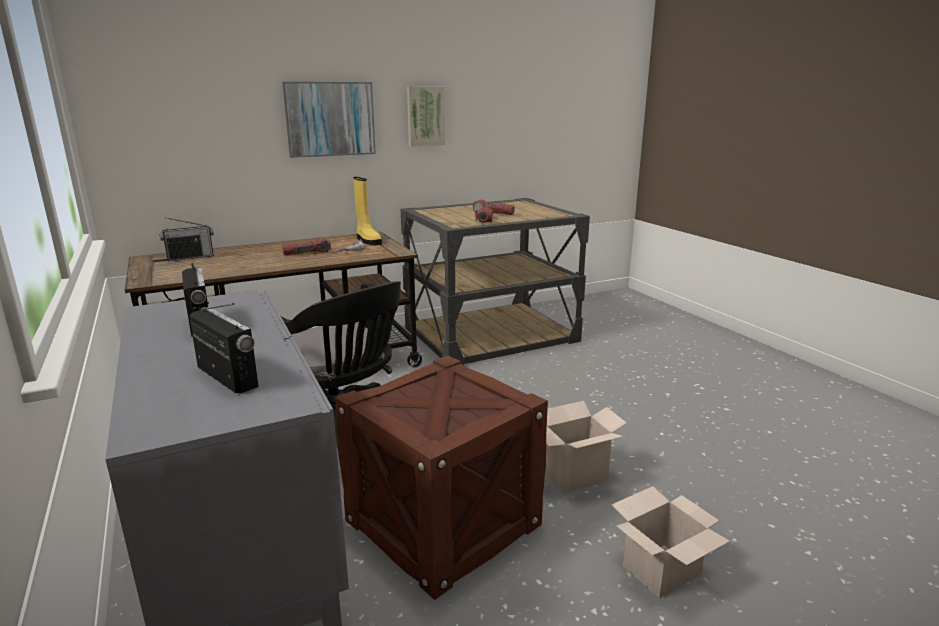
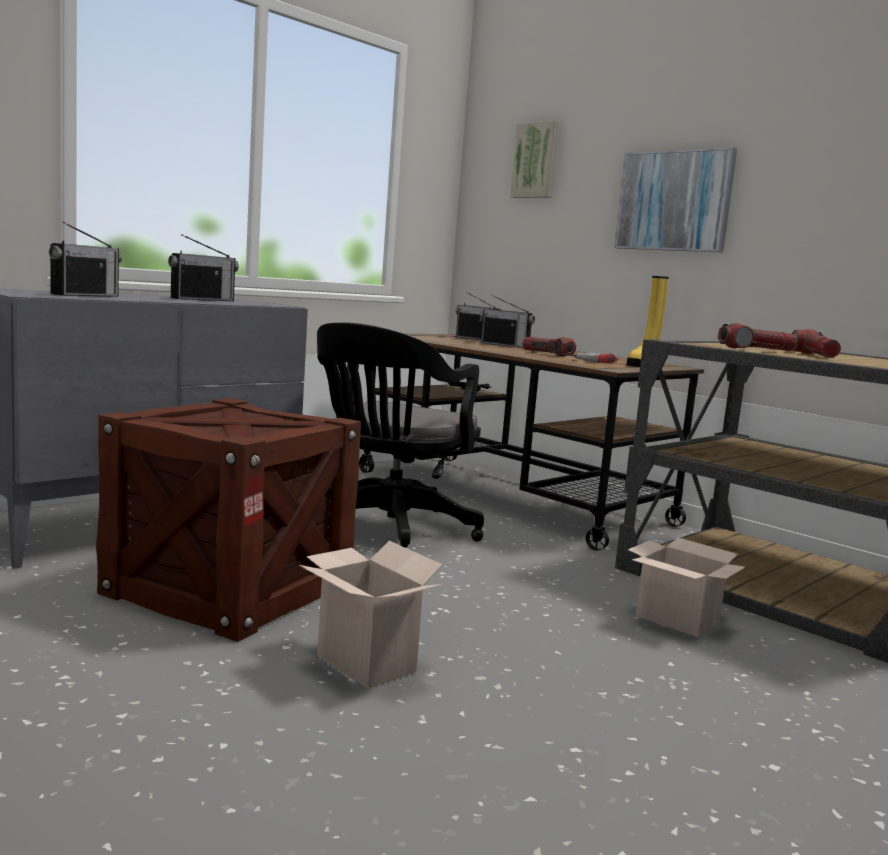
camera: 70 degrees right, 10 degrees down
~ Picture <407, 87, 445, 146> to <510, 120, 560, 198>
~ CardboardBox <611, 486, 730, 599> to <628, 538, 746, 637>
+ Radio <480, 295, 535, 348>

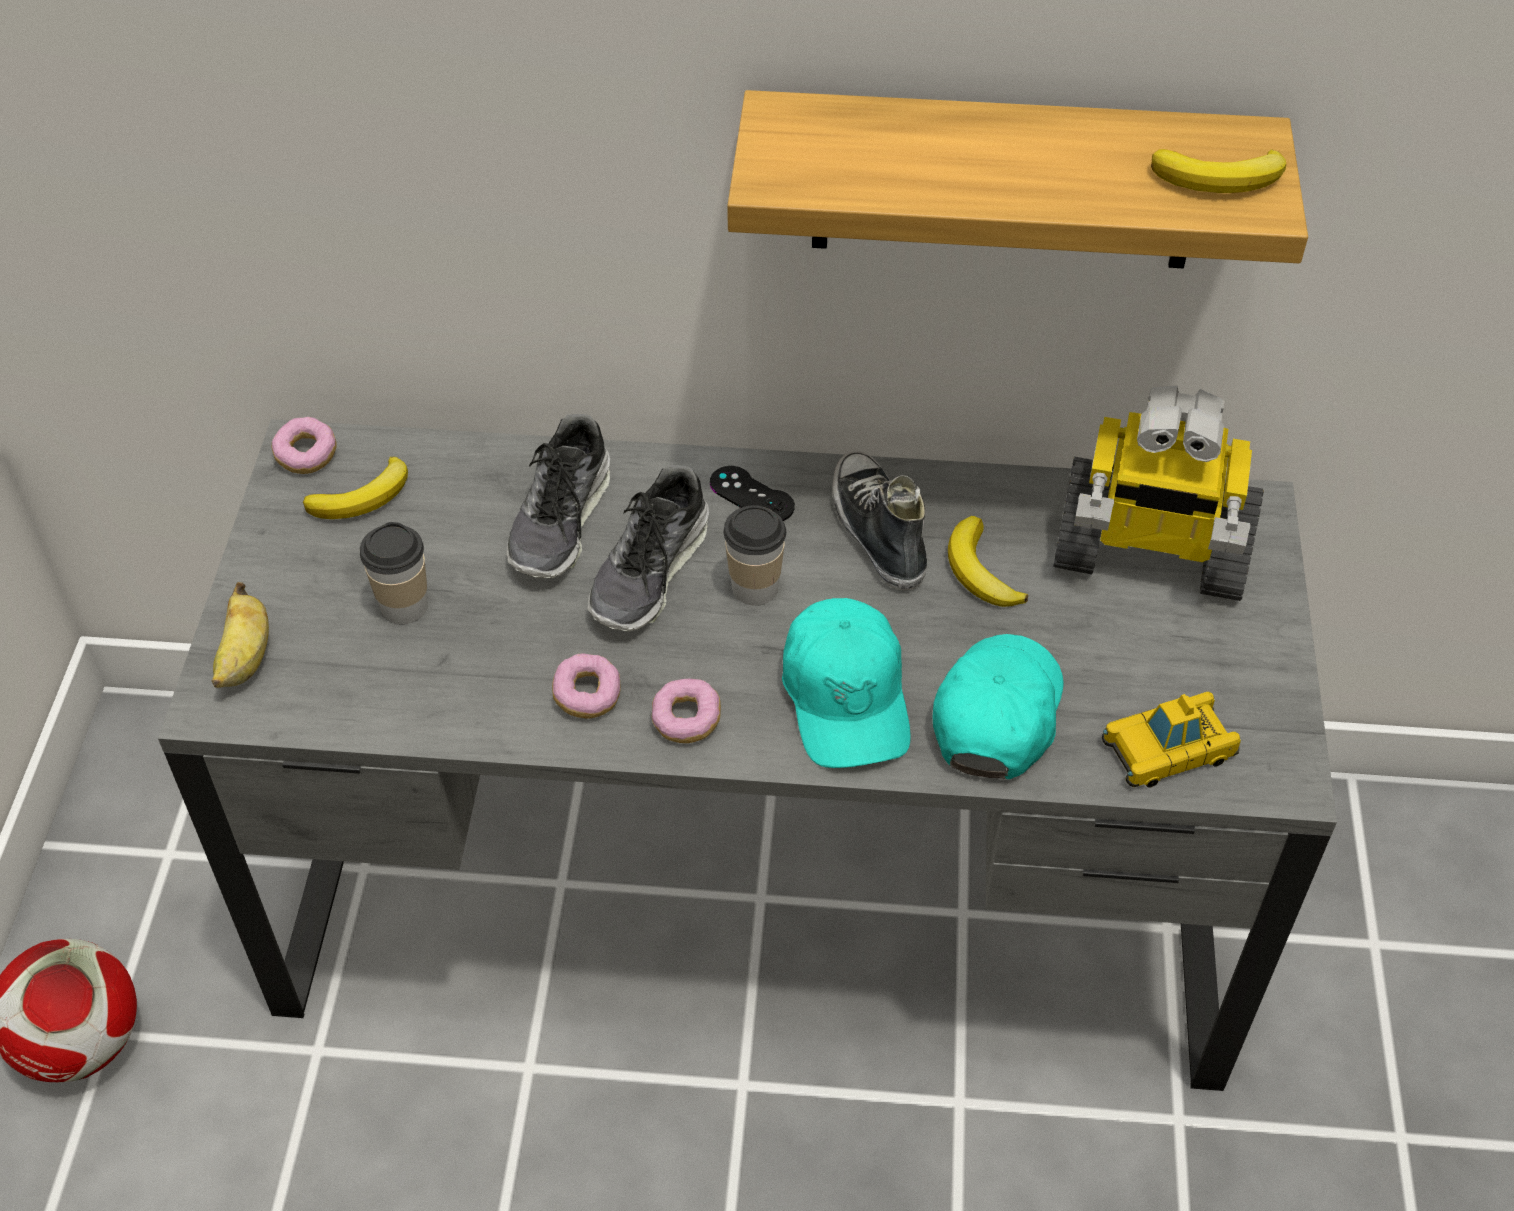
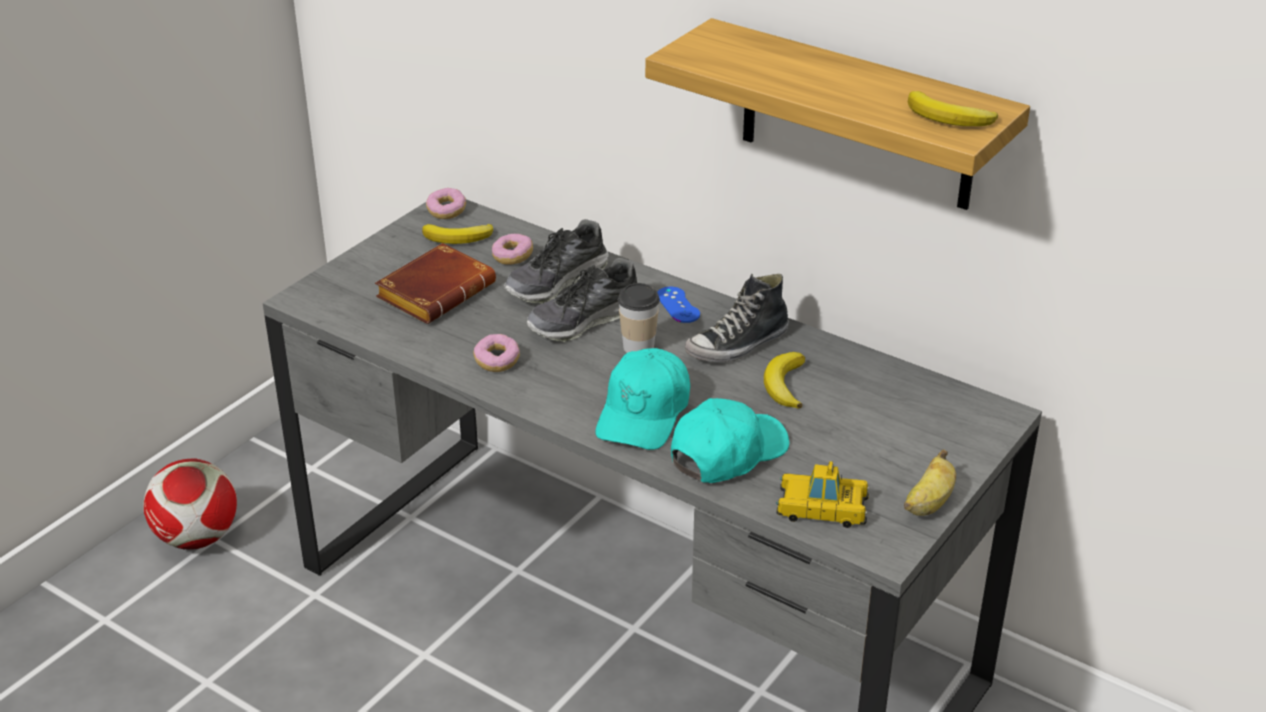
camera: 30 degrees right, 15 degrees down
~ Banana <212, 582, 269, 688> to <904, 449, 956, 516>
~ Cup <360, 522, 428, 624> to BrownBook <375, 243, 496, 324>
~ Donut <652, 679, 721, 743> to <492, 234, 533, 265>
~ BlackGameController <710, 466, 795, 521> to BlueGameController <657, 287, 700, 323>
~ Shoe <832, 451, 927, 590> = <685, 274, 789, 362> 135 degrees counterclockwise
- ToyRobot <1053, 386, 1264, 601>

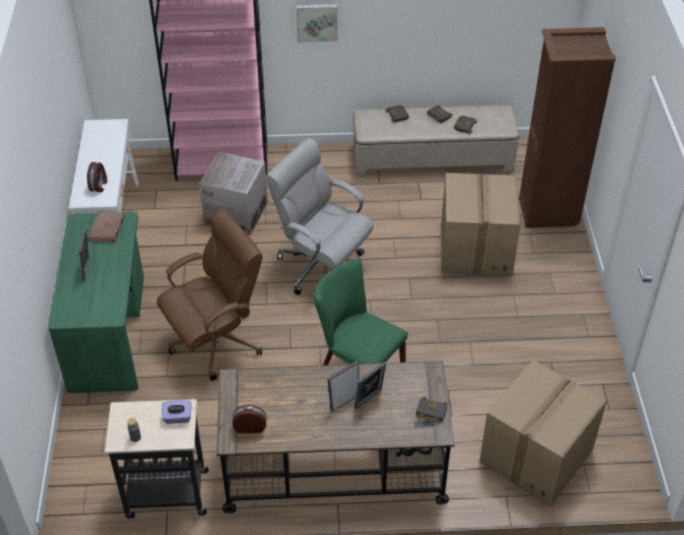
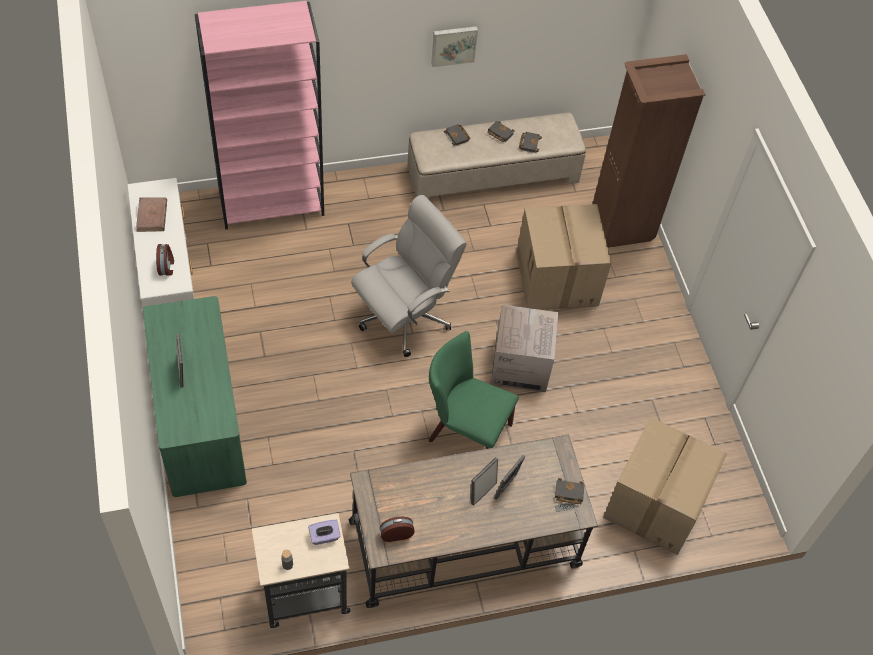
camera: 15 degrees left, 10 degrees up
~ BrownBook <88, 211, 125, 243> to <136, 197, 167, 232>
- BrownOfficeChair <157, 210, 263, 380>
~ CardboardBox <199, 152, 268, 235> to <491, 305, 558, 392>
~ GreyOfficeChair <266, 138, 374, 295> = <351, 195, 467, 357> 120 degrees clockwise
~ Picture <296, 4, 338, 43> to <431, 26, 478, 67>

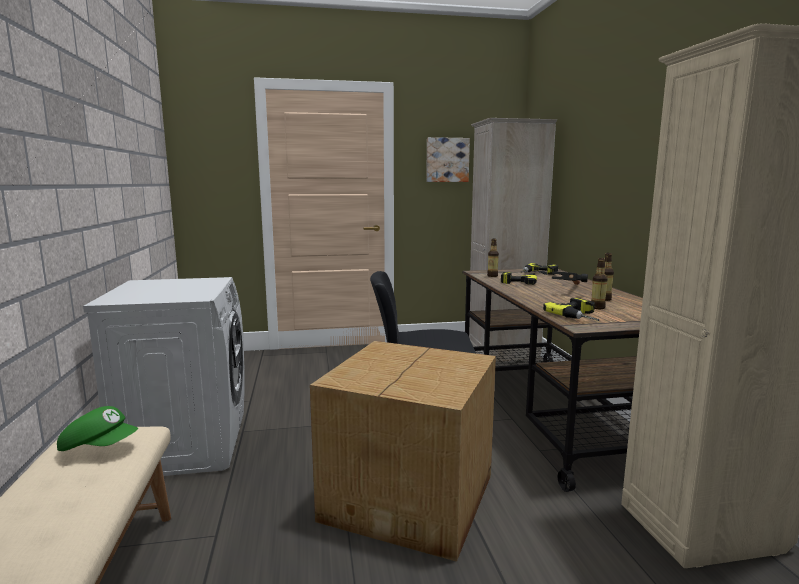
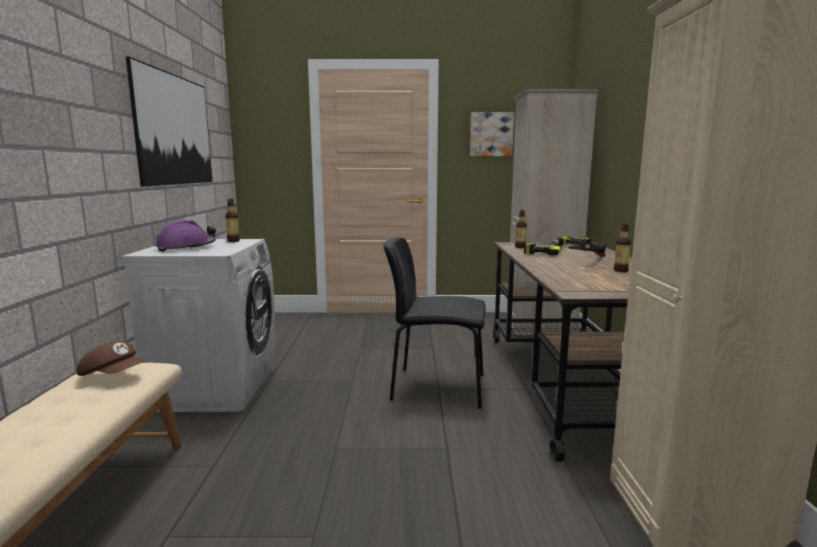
camera: 10 degrees right, 0 degrees up
~ GreenCap <57, 406, 138, 451> to BrownCap <77, 340, 144, 376>
- CardboardBox <310, 341, 496, 562>
- PowerDrill <543, 298, 599, 321>
~ Bottle <591, 258, 608, 309> to <225, 198, 240, 242>
+ Picture <126, 56, 213, 187>
+ PurpleHardHat <156, 220, 216, 252>

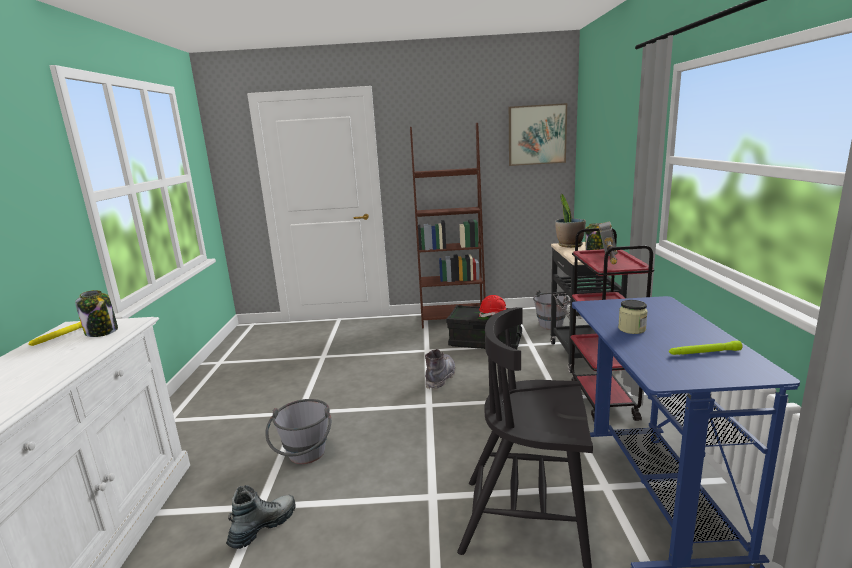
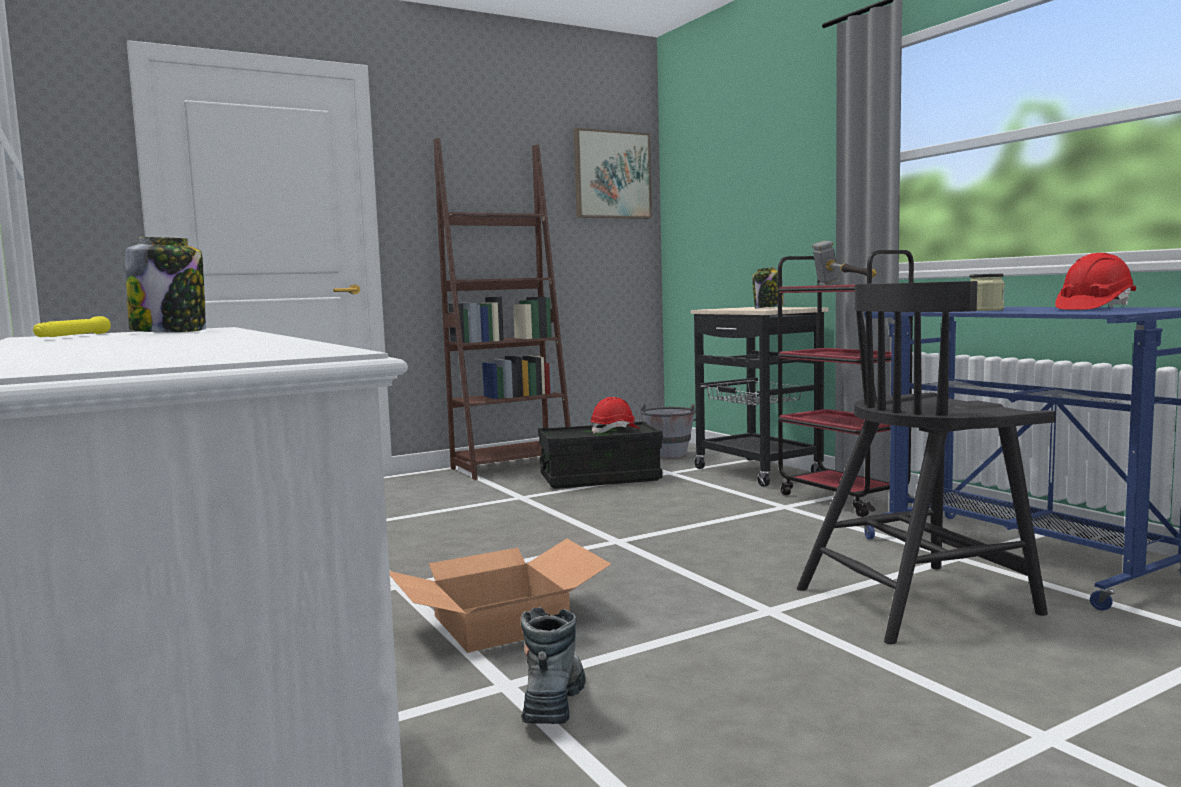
camera: 30 degrees left, 10 degrees down
~ GreyBucket <265, 399, 331, 464> to CardboardBox <389, 539, 611, 653>
- GreyBoot <425, 349, 455, 390>
- PottedPlant <555, 194, 586, 248>
~ GreenFlashlight <669, 341, 743, 355> to RedHardHat <1055, 253, 1136, 310>

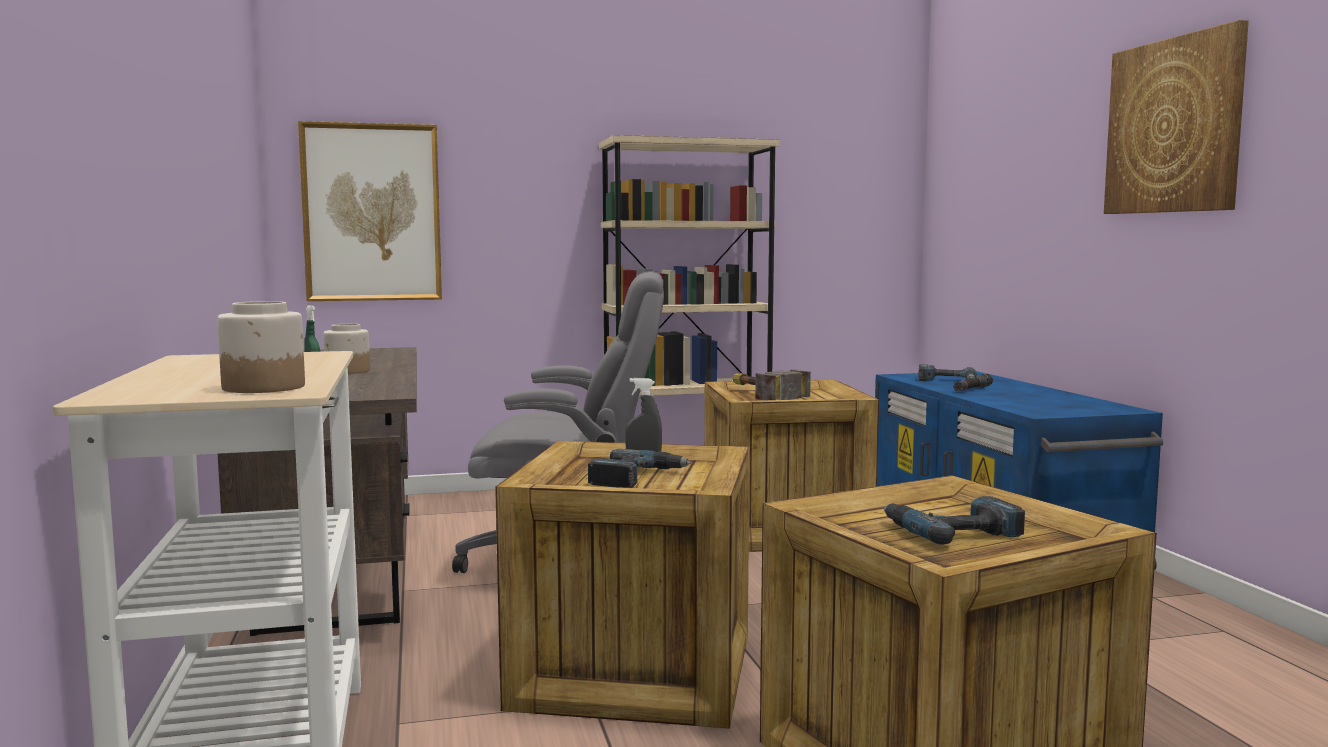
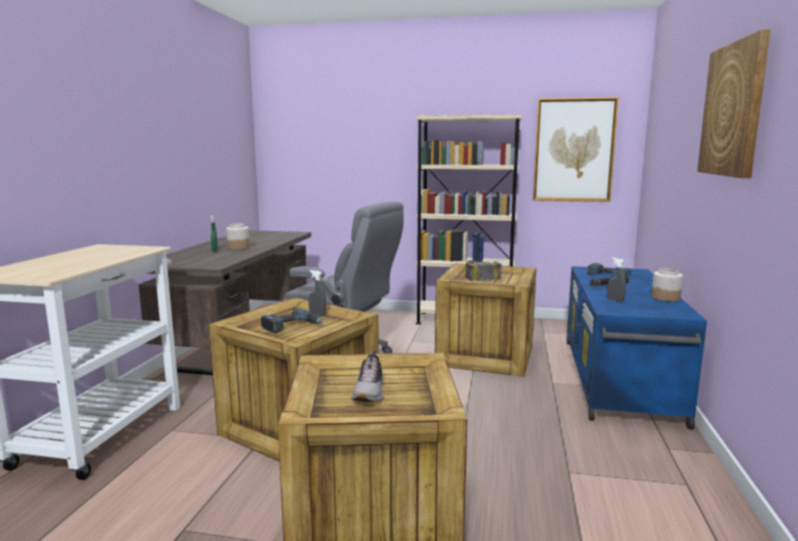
camera: 25 degrees right, 5 degrees up
~ Jar <217, 301, 305, 393> to <651, 268, 683, 302>
~ Picture <298, 121, 442, 301> to <533, 97, 619, 202>
~ PowerDrill <884, 496, 1025, 545> to Shoe <351, 350, 383, 402>
+ GreySprayBottle <607, 257, 626, 302>

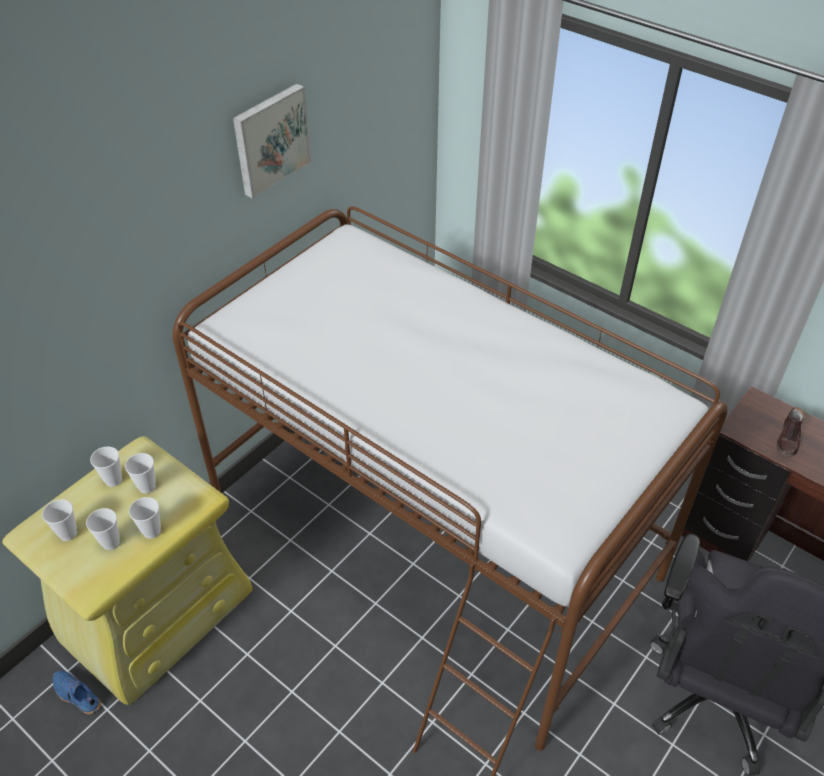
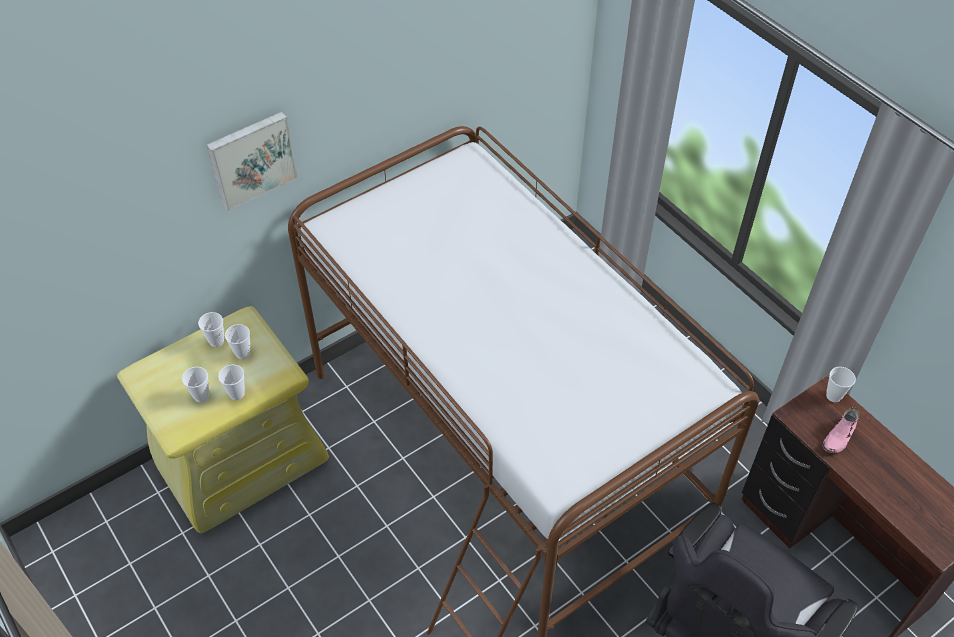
camera: 15 degrees right, 5 degrees up
~ Cup <42, 499, 77, 541> to <826, 367, 856, 402>
- BlueShoe <53, 670, 101, 714>
~ Picture <233, 84, 311, 199> to <206, 112, 298, 211>
~ BrownShoe <777, 407, 805, 457> to PinkShoe <822, 407, 860, 453>

